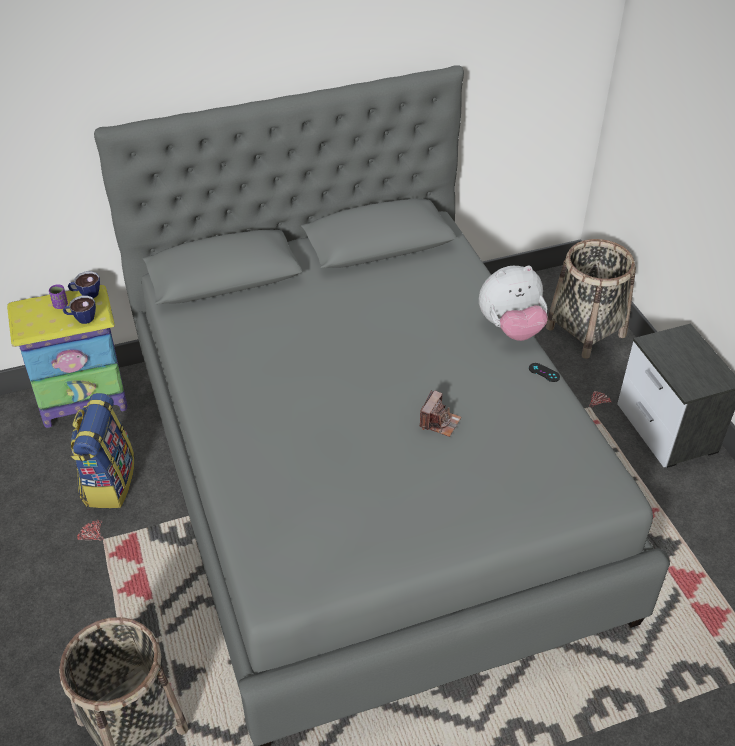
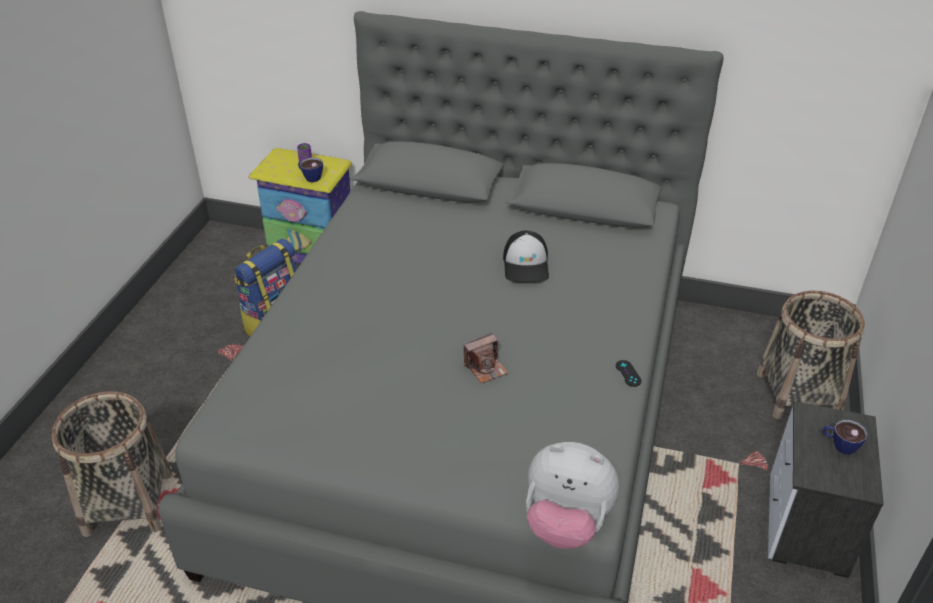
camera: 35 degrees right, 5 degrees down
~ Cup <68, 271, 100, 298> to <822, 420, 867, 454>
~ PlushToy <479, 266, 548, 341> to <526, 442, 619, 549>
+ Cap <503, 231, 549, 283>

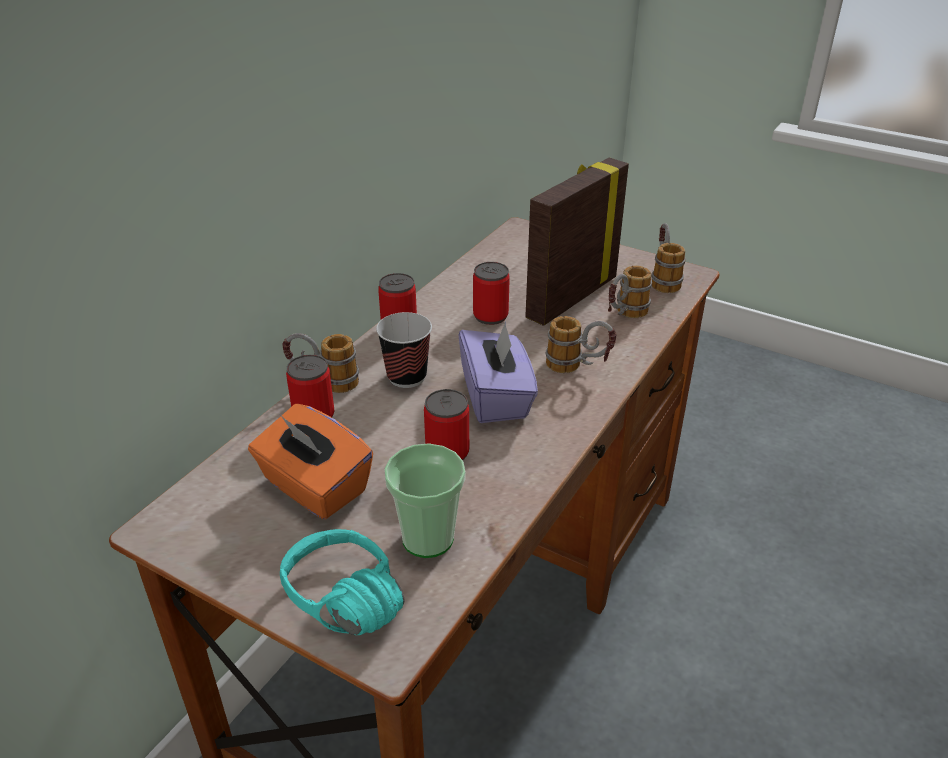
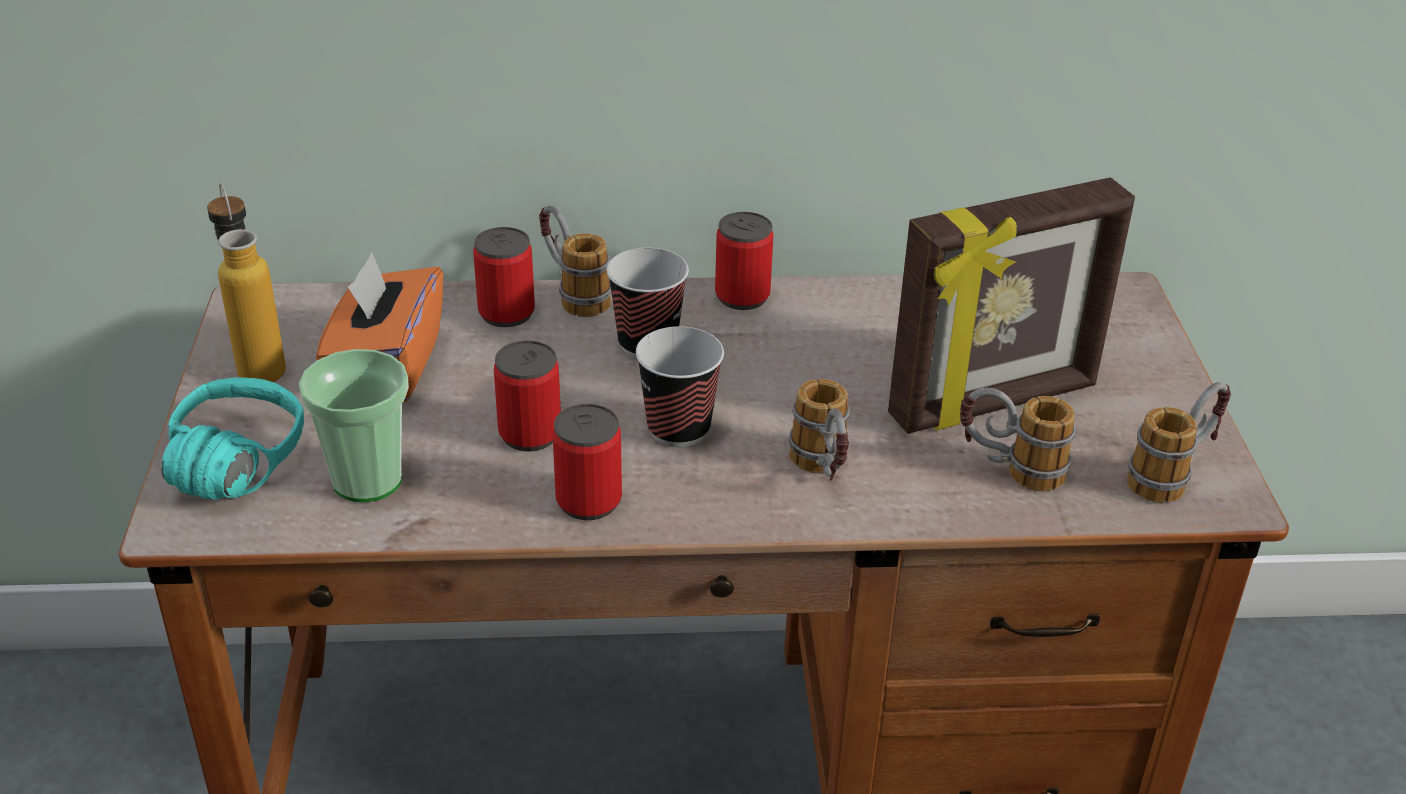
camera: 55 degrees right, 0 degrees up
~ PurpleTissueBox <458, 322, 538, 423> to Cup <636, 326, 724, 447>
~ Can <473, 262, 510, 325> to <552, 404, 622, 520>
~ PictureFrame <525, 158, 629, 326> = <888, 178, 1135, 434> 150 degrees clockwise
+ Bottle <207, 183, 286, 382>

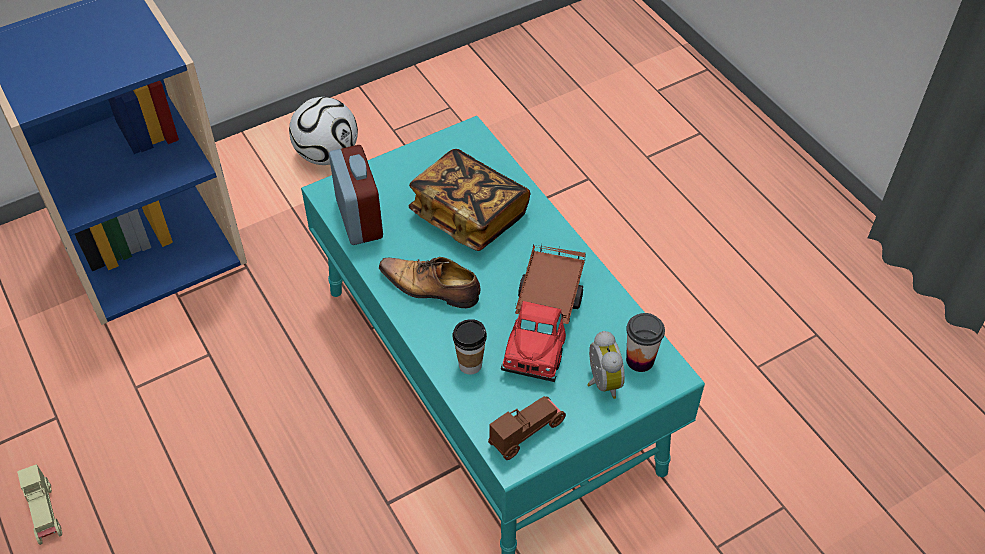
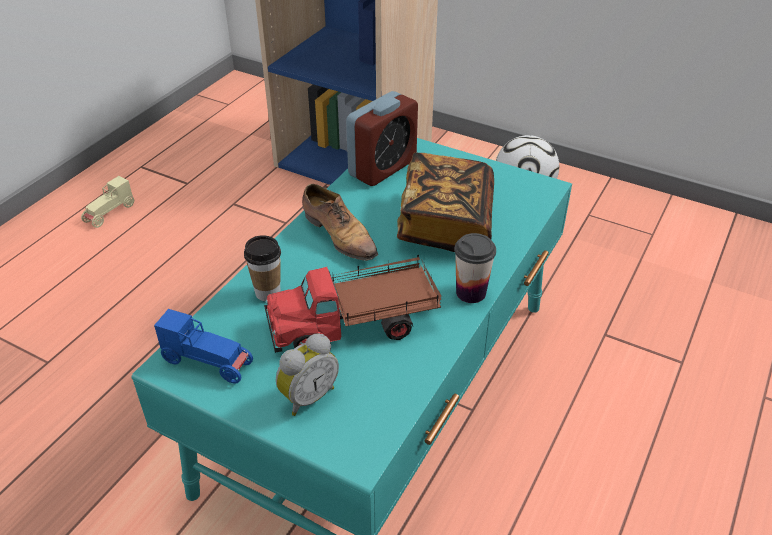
camera: 60 degrees right, 10 degrees down
~ Shoe <379, 257, 480, 308> = <302, 184, 378, 261> 150 degrees clockwise
~ BrownToyCar <488, 396, 566, 460> to BlueToyCar <154, 309, 253, 384>
~ Cup <626, 313, 665, 372> to <454, 233, 496, 303>

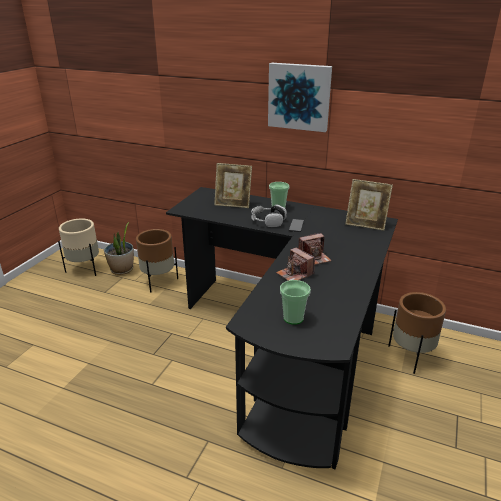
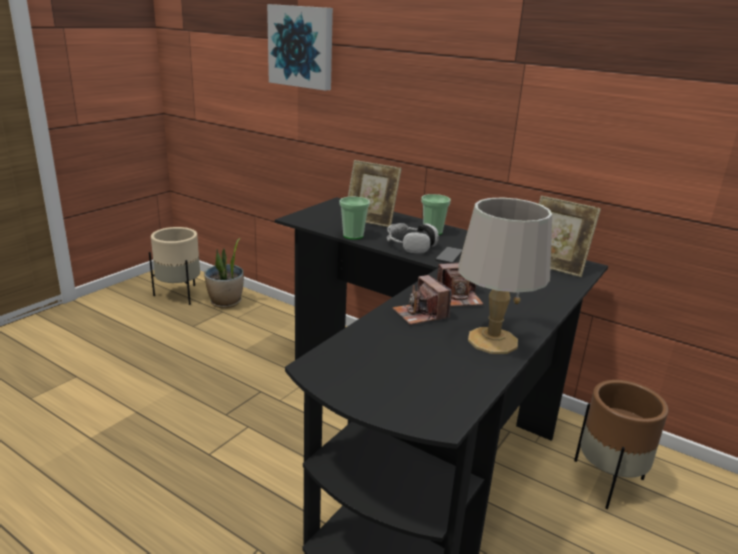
camera: 10 degrees right, 5 degrees down
- BrownPlanter <136, 229, 178, 292>
~ Picture <268, 63, 332, 132> to <267, 4, 333, 91>
~ Cup <280, 280, 311, 325> to <339, 197, 370, 240>
+ GreyTableLamp <458, 197, 552, 354>

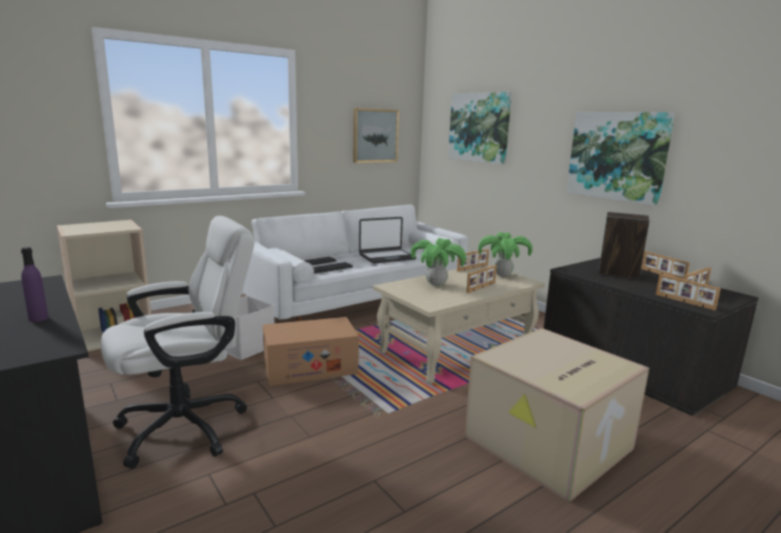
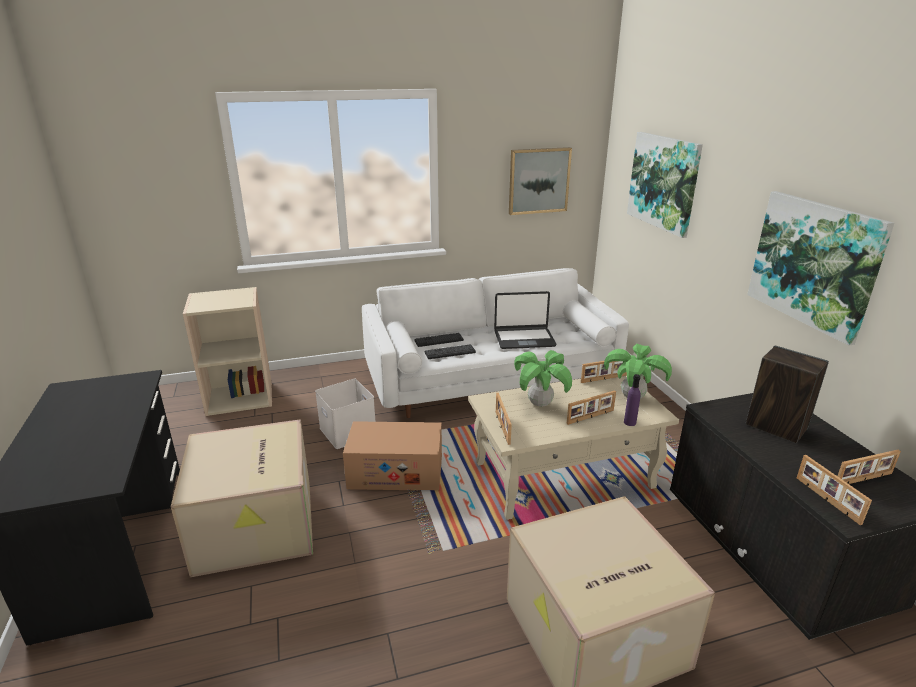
camera: 20 degrees right, 10 degrees up
~ PurpleBottle <21, 247, 48, 322> to <624, 374, 640, 426>
~ WhiteOfficeChair <101, 216, 255, 469> to CardboardBox <171, 419, 313, 577>
~ PictureFrame <641, 251, 690, 279> to <496, 393, 512, 445>

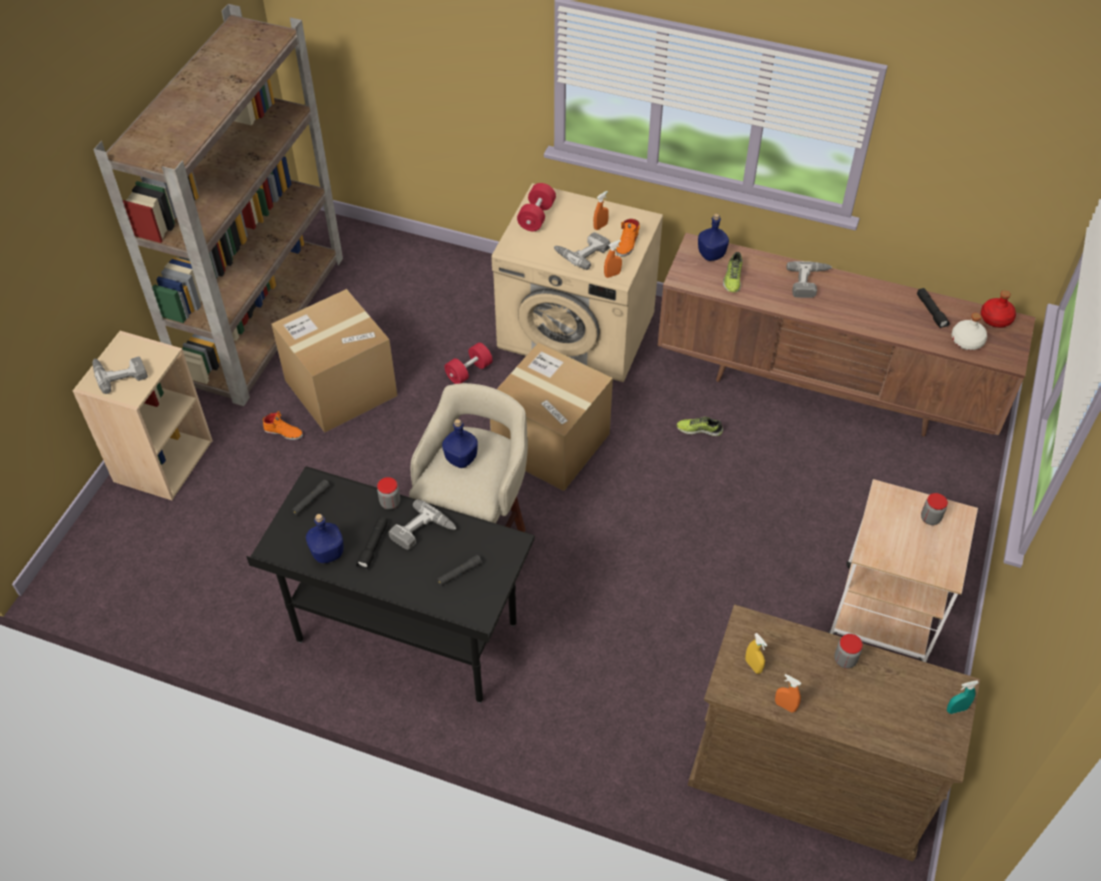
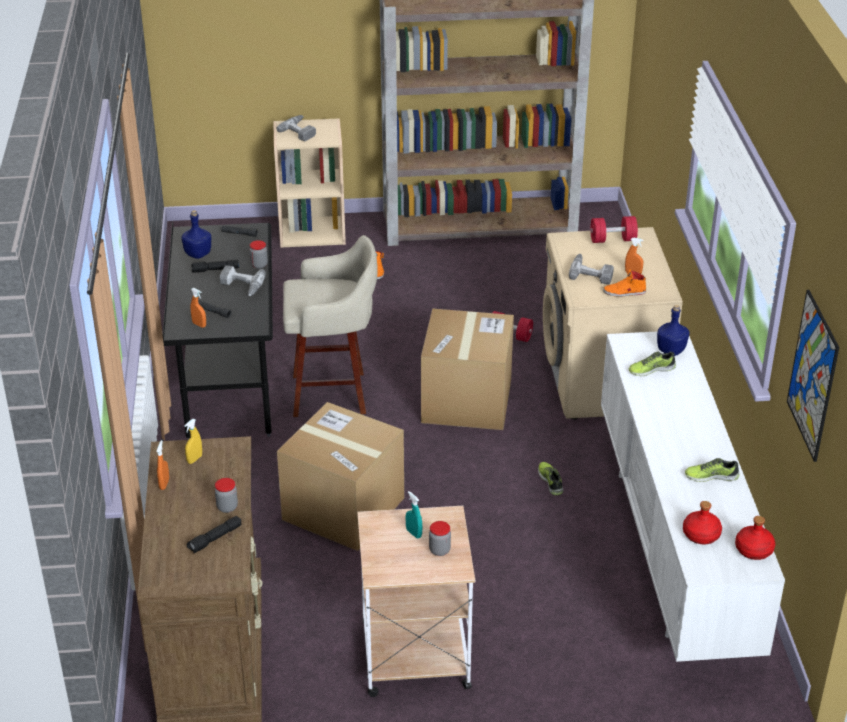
camera: 65 degrees right, 15 degrees down
~ CardboardBox <271, 289, 398, 433> to <277, 402, 404, 551>
- BlueBottle <442, 419, 478, 468>
~ OrangeSprayBottle <604, 240, 622, 278> to <191, 288, 206, 328>
~ BrownCabinet <657, 233, 1036, 437> to WhiteCabinet <601, 332, 785, 662>
- PowerDrill <787, 261, 832, 298>
~ BlackFlashlight <917, 288, 950, 328> to <187, 516, 242, 553>
~ TurquoiseSprayBottle <947, 681, 979, 714> to <406, 491, 422, 539>
~ WhiteBottle <952, 313, 987, 350> to RedBottle <683, 501, 722, 544>
+ Shoe <685, 458, 740, 482>
+ Picture <787, 290, 839, 462>

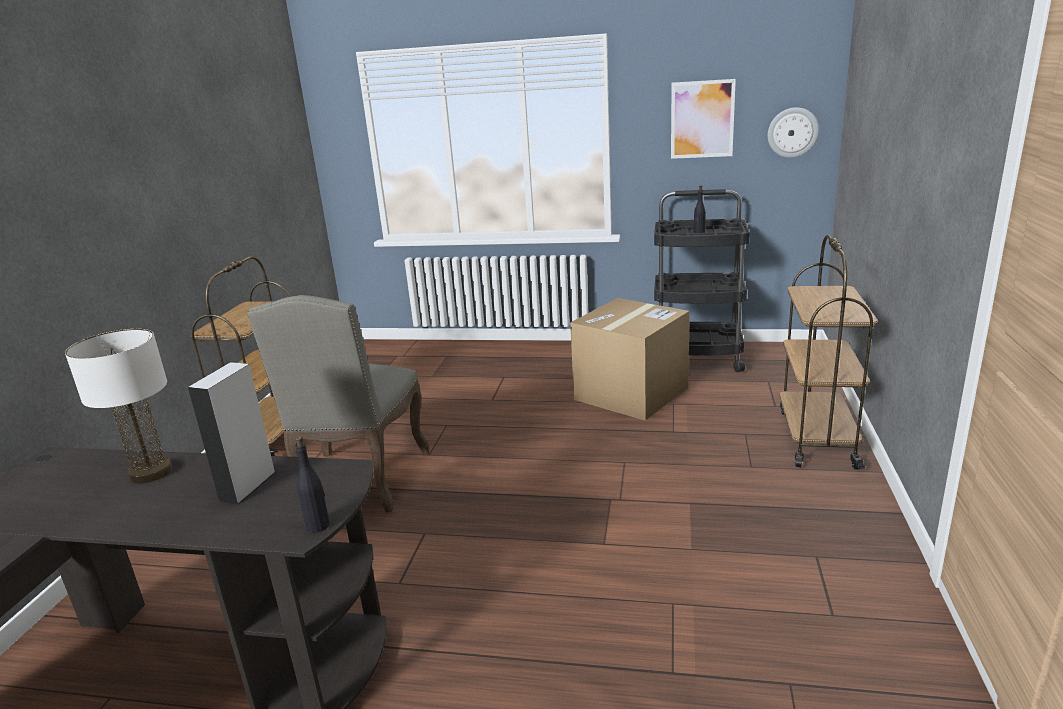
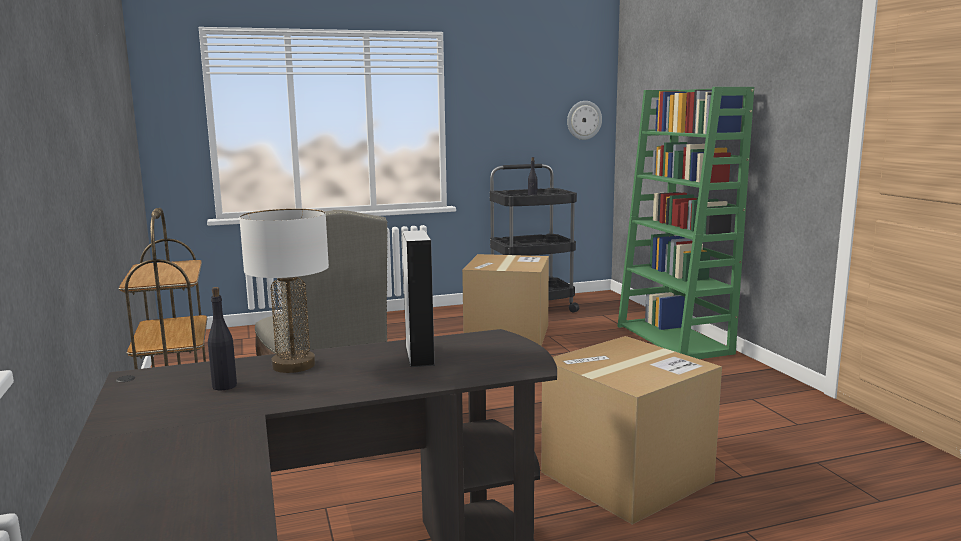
camera: 30 degrees left, 10 degrees down
~ BlackBottle <295, 436, 330, 533> to <208, 287, 237, 390>
- Picture <671, 79, 736, 159>
~ BrownCart <779, 235, 878, 469> to GreenBookcase <617, 87, 754, 359>
+ CardboardBox <541, 336, 722, 525>

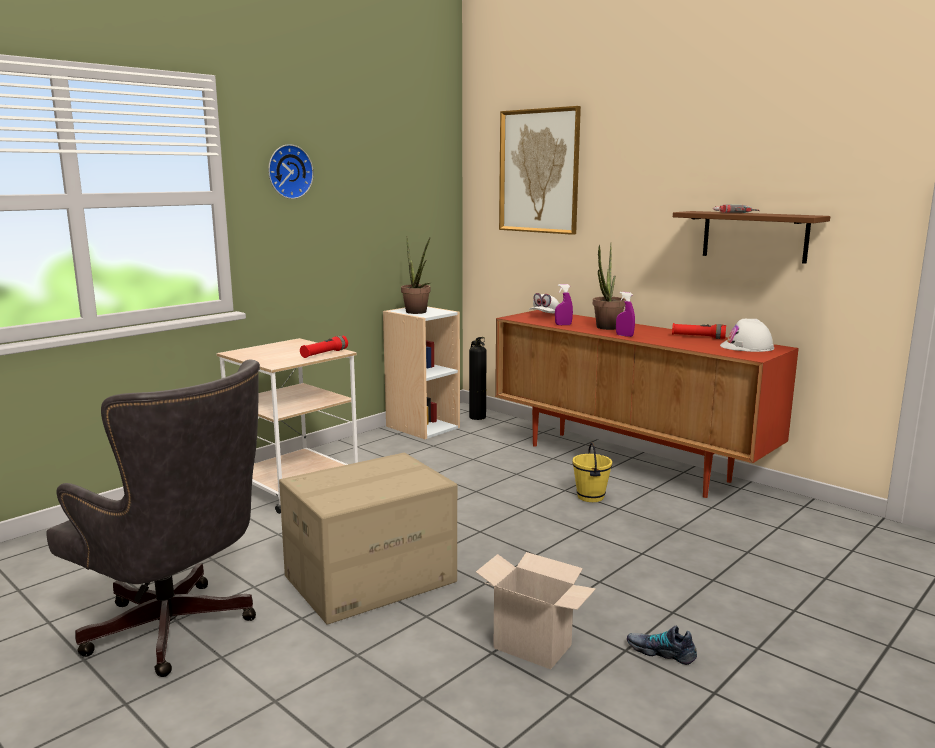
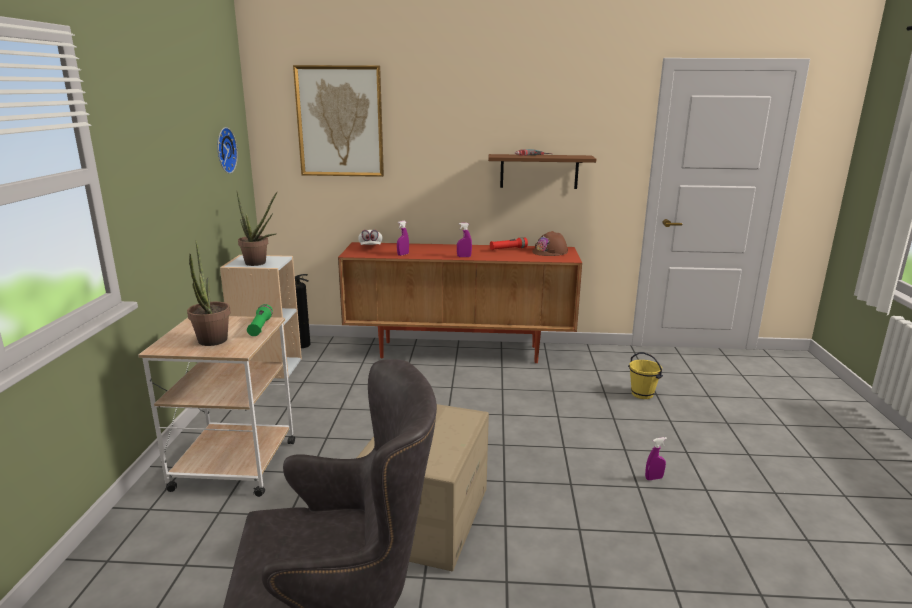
camera: 40 degrees left, 5 degrees up
~ WallClock <268, 144, 314, 199> to <217, 127, 238, 174>
~ RedFlashlight <300, 335, 348, 358> to GreenFlashlight <247, 304, 273, 336>
- CardboardBox <476, 552, 596, 669>
~ YellowBucket <573, 443, 612, 502> to <628, 352, 663, 399>
~ PottedPlant <593, 243, 626, 330> to <187, 240, 231, 346>
~ Shoe <627, 626, 697, 665> to PurpleSprayBottle <645, 437, 667, 480>
~ WhiteHardHat <720, 319, 774, 352> to BrownHardHat <532, 231, 568, 256>

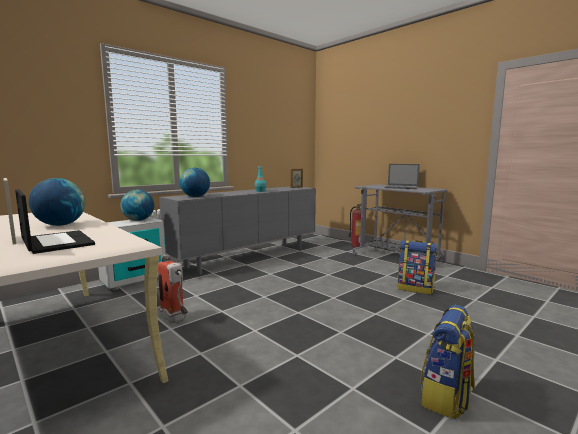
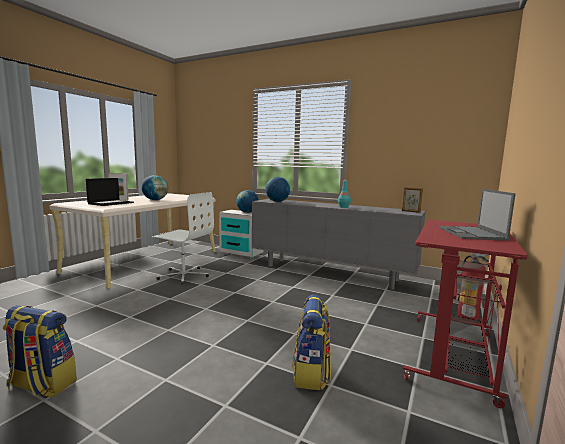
camera: 70 degrees right, 0 degrees up
~ FireExtinguisher <158, 254, 188, 323> to WhiteOfficeChair <151, 192, 214, 285>
~ GreyDesk <353, 184, 448, 262> to RedDesk <403, 220, 528, 408>

